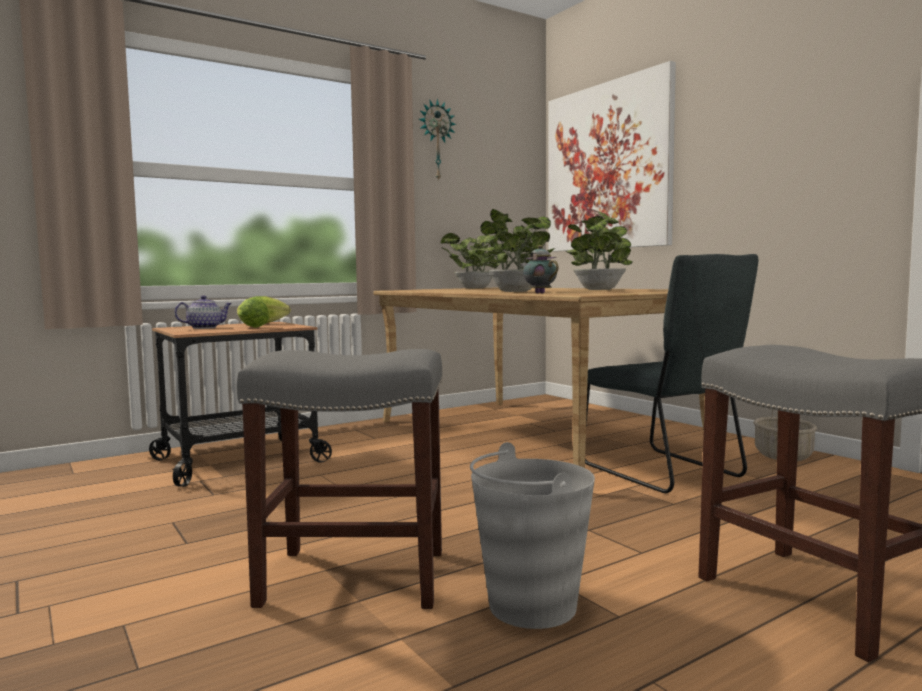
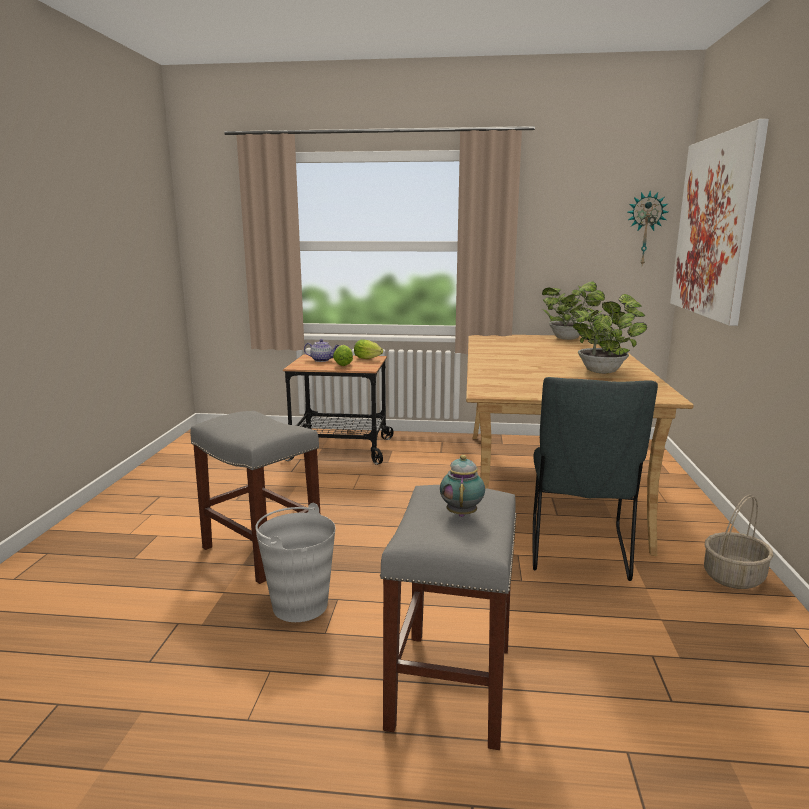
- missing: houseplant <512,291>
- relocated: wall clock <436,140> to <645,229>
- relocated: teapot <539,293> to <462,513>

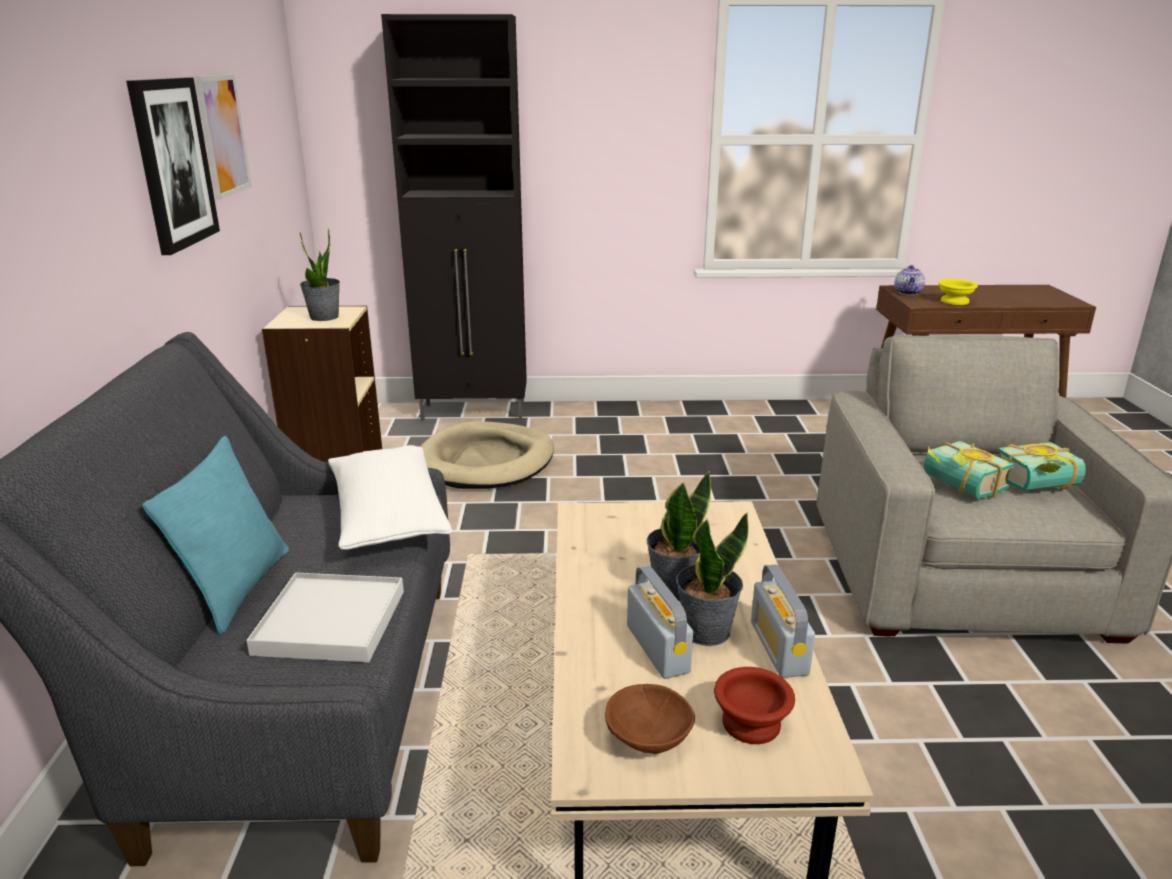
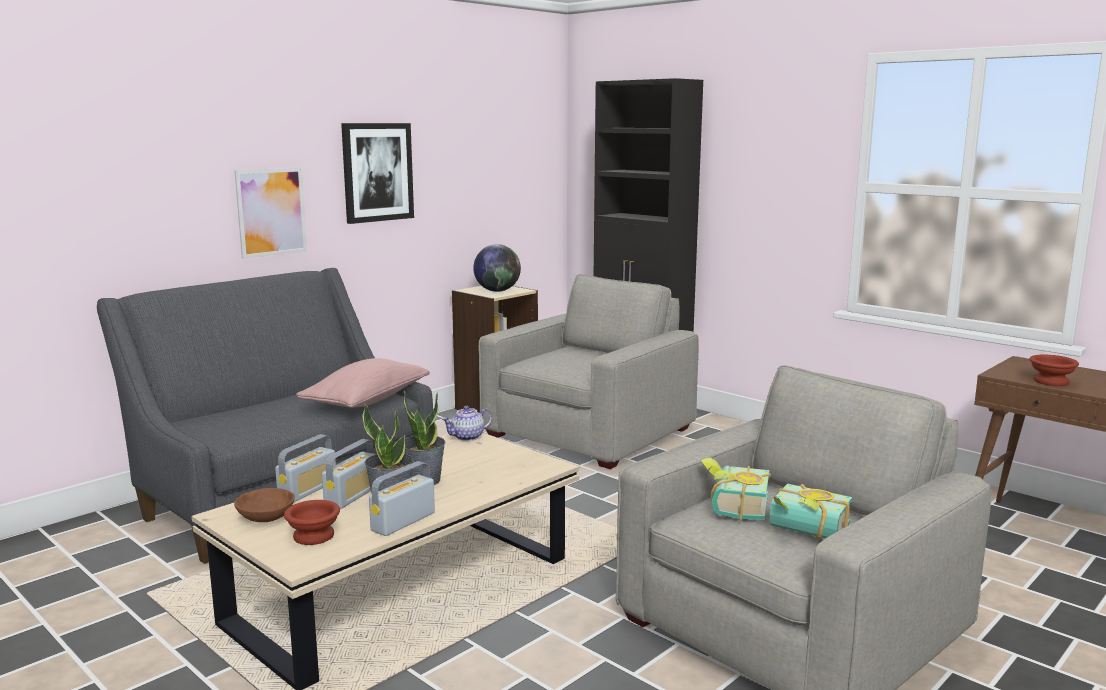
- missing: turquoise throw pillow <238,588>
- missing: white tray <331,622>
- appeared: radio receiver <308,490>
- relocated: picture <224,135> to <271,212>
- relocated: teapot <908,293> to <467,437>
- exchanged: houseplant <324,317> to globe <497,291>
- exchanged: sand-coloured pet bed <486,461> to greyish easy chair <588,432>
- colour: white throw pillow <388,518> to pink throw pillow <366,401>
- colour: yellow-coloured bowl <954,302> to brownish bowl <1049,381>

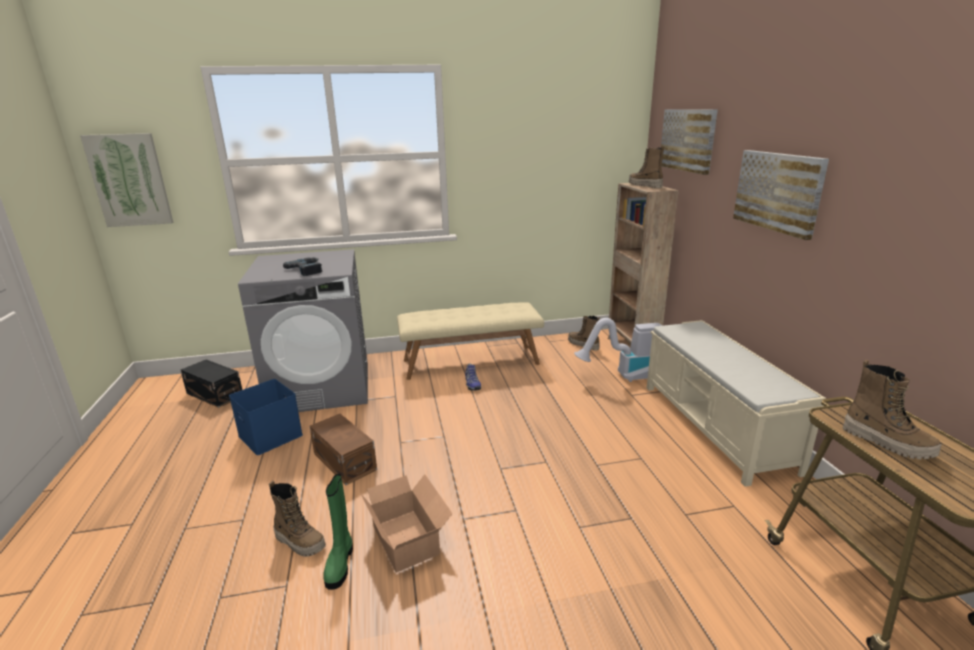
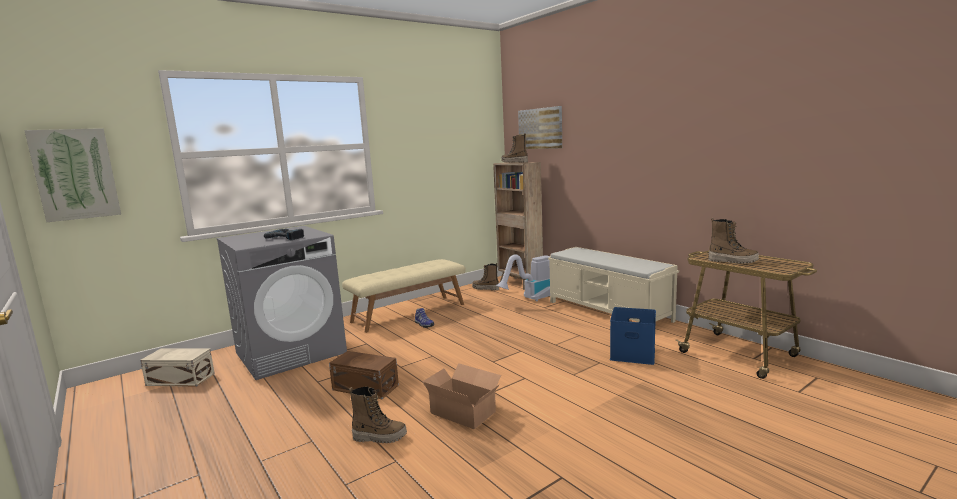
- missing: green tall boot <340,563>
- missing: picture <778,192>
- relocated: bluish storage bin <272,435> to <633,353>
- colour: black-coloured storage bin <215,394> to sand-coloured storage bin <180,379>

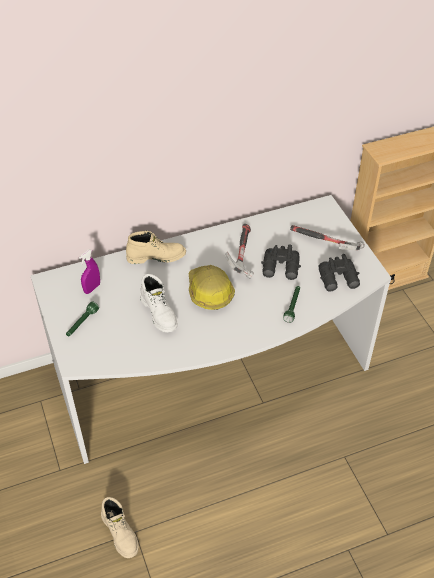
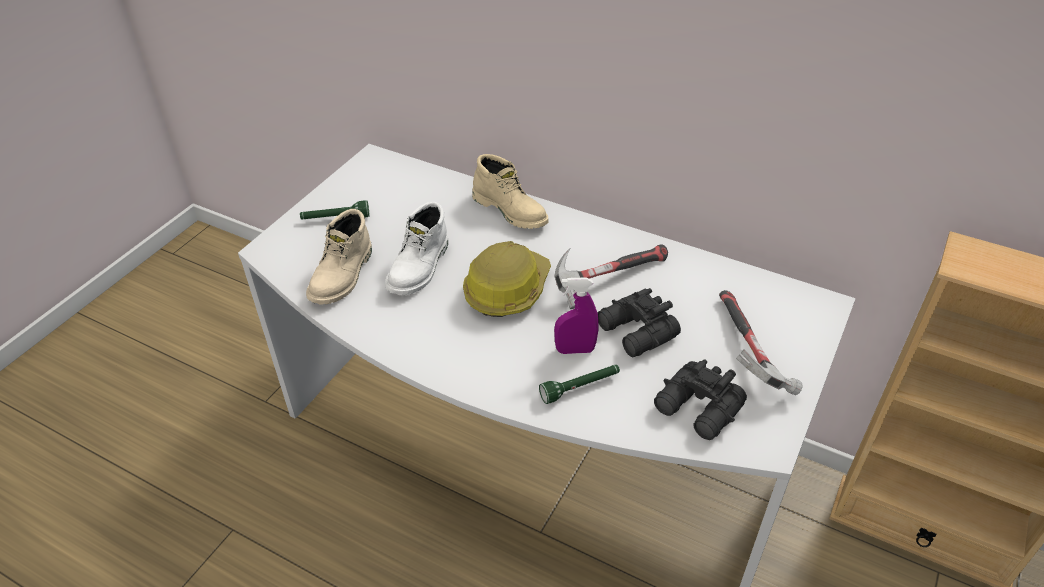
- relocated: purple hand sprayer <92,288> to <575,350>
- relocated: sand-coloured tall boot <121,532> to <343,276>

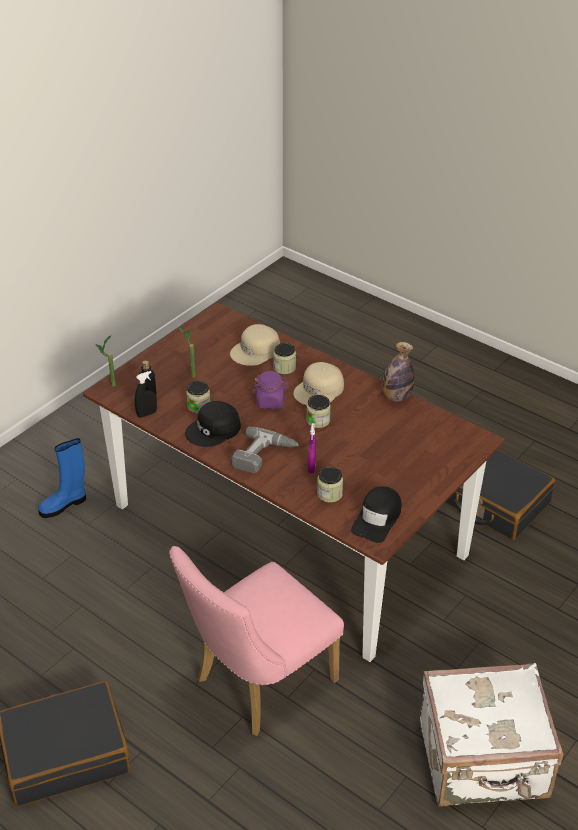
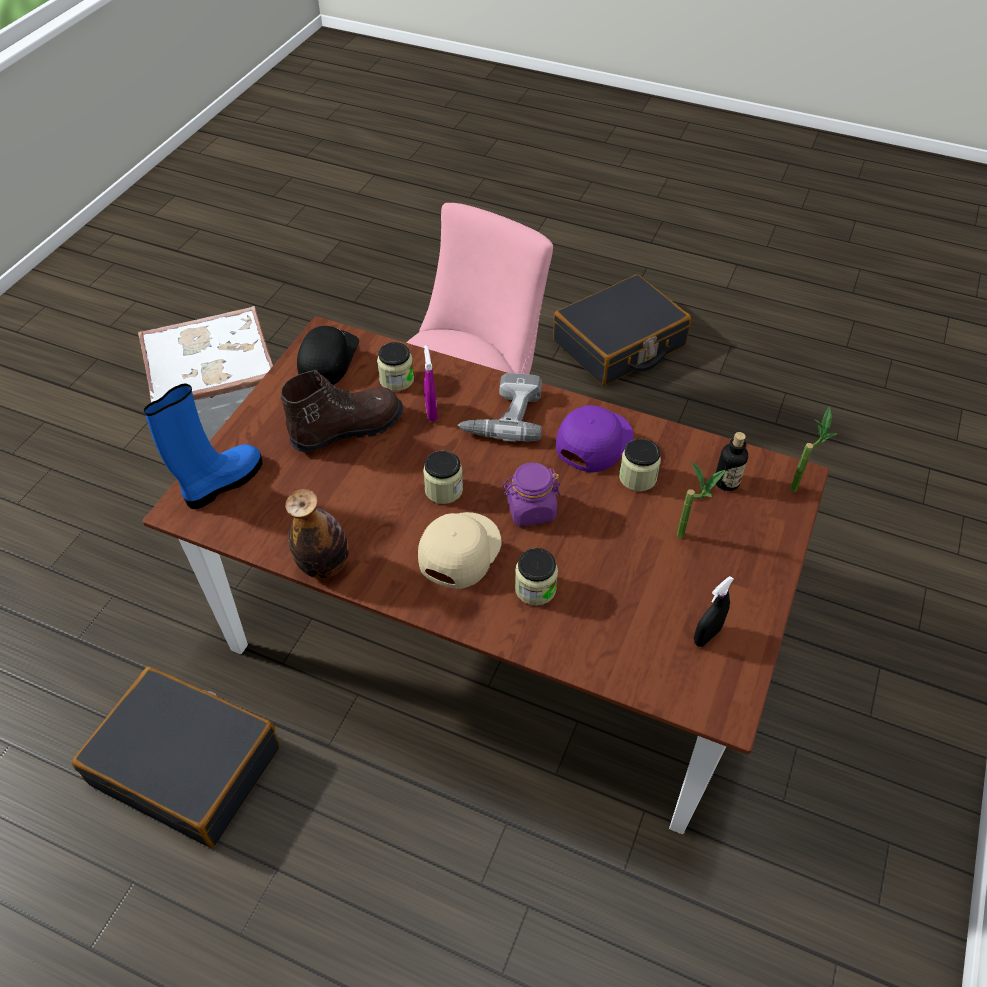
- missing: sand-coloured baseball cap <256,351>
- appeared: brownish tall boot <346,428>
- relocated: bluish tall boot <64,505> to <222,483>
- relocated: black-coloured hand sprayer <146,414> to <707,635>
- colour: black-coloured baseball cap <214,430> to purple baseball cap <593,441>

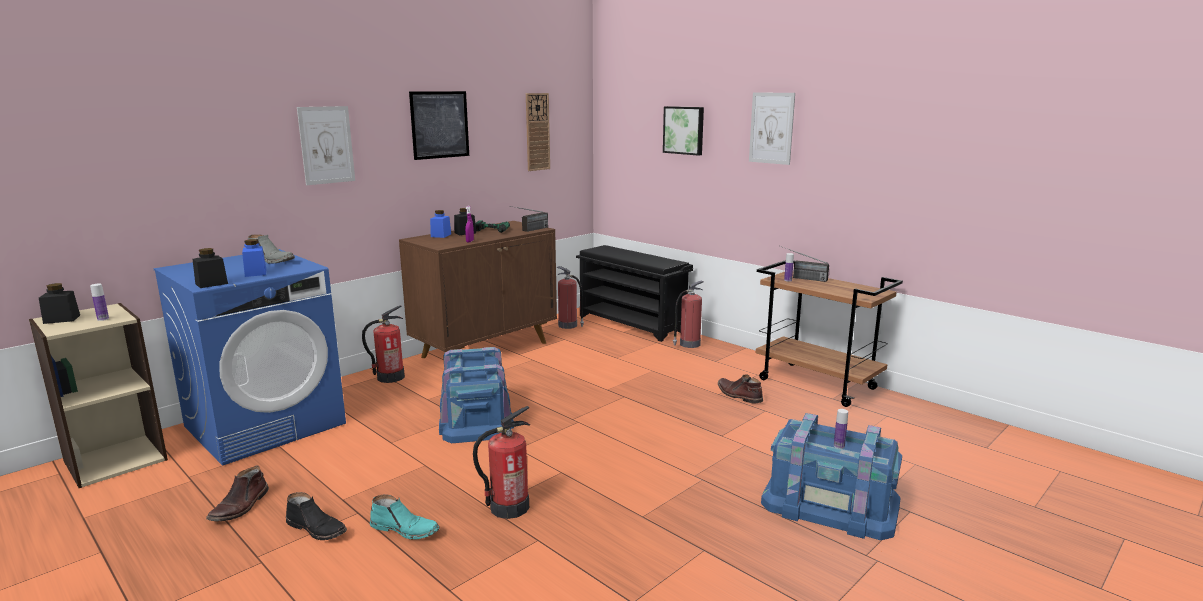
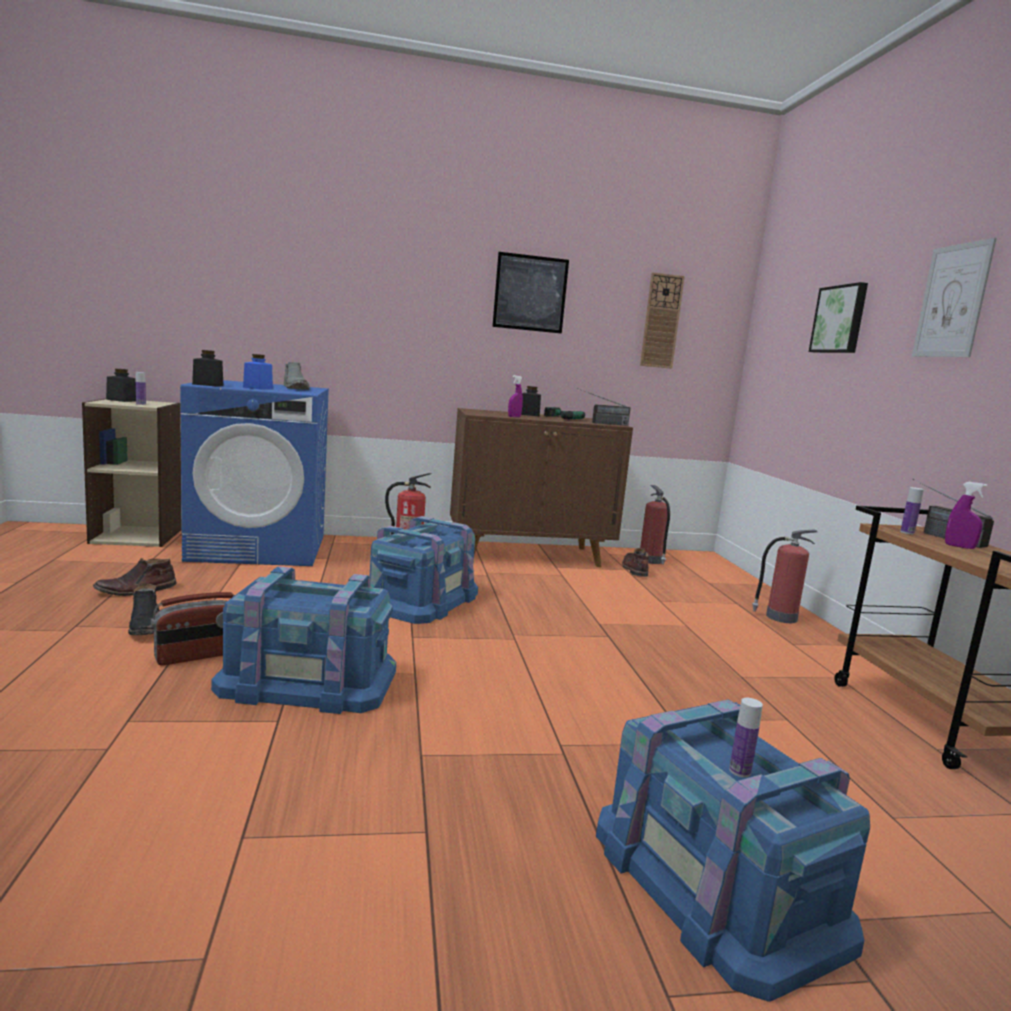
- missing: picture <326,145>
- missing: bluish preserve jar <441,235>
- missing: black-coloured shoe rack <632,324>
- appeared: purple hand sprayer <959,546>
- relocated: brownish tall boot <738,395> to <634,569>
- exchanged: turquoise tall boot <405,529> to radio receiver <198,656>
- exchanged: fire extinguisher <508,507> to bluish storage bin <308,680>

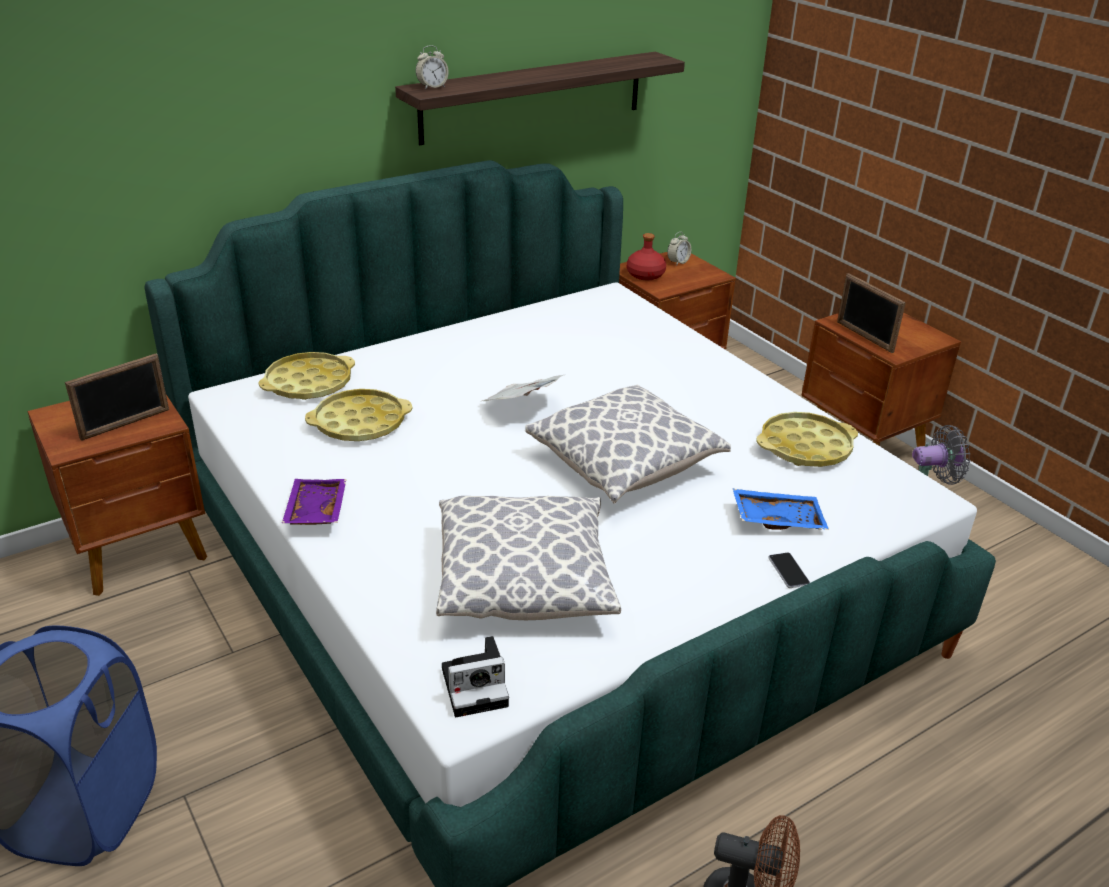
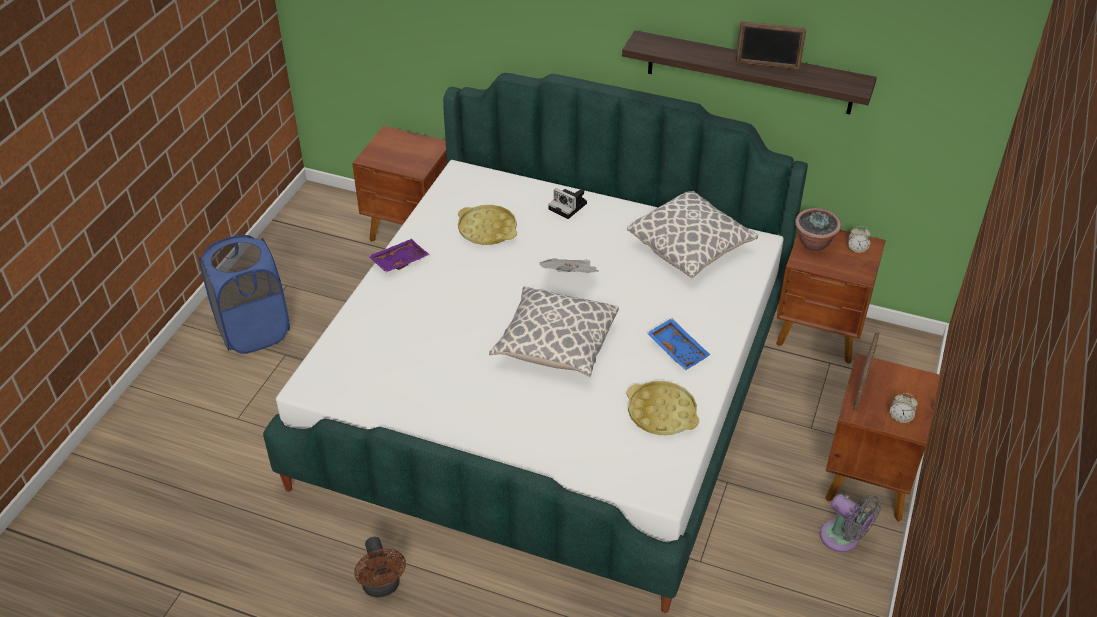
- missing: yellow-coloured tray <308,383>
- missing: phone <788,571>
- relocated: standing frame <125,424> to <767,66>
- relocated: table clock <432,87> to <900,417>
- relocated: throw pillow <523,581> to <690,248>
- relocated: photo camera <477,686> to <569,207>
- relocated: bluish tray <777,518> to <678,349>
- exchanged: red drink bottle <646,275> to houseplant <814,244>

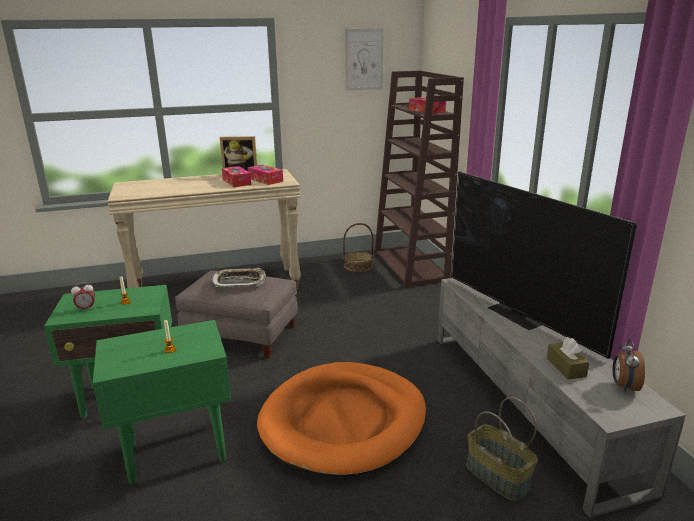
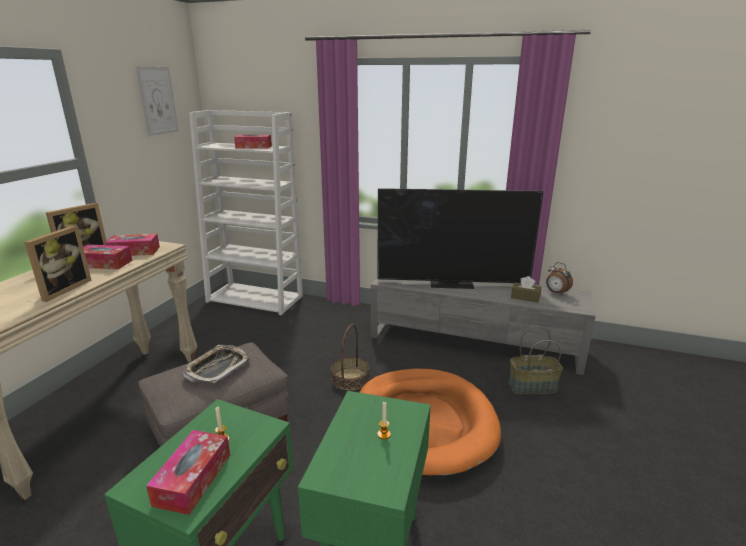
- appeared: standing frame <62,289>
- relocated: storage basket <358,266> to <350,379>
- exchanged: table clock <86,309> to box of tissues <193,479>
- colour: brownish bookcase <411,266> to white bookcase <256,298>

